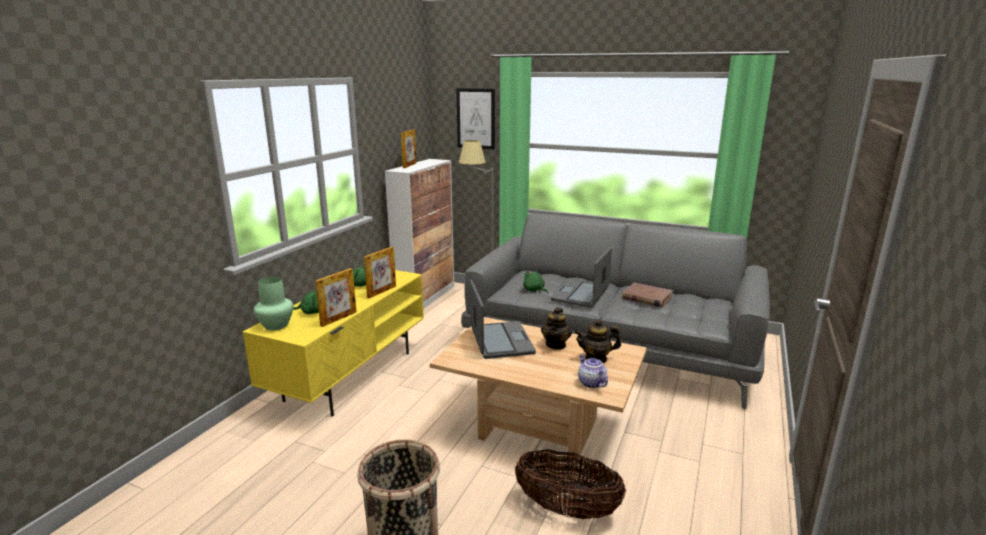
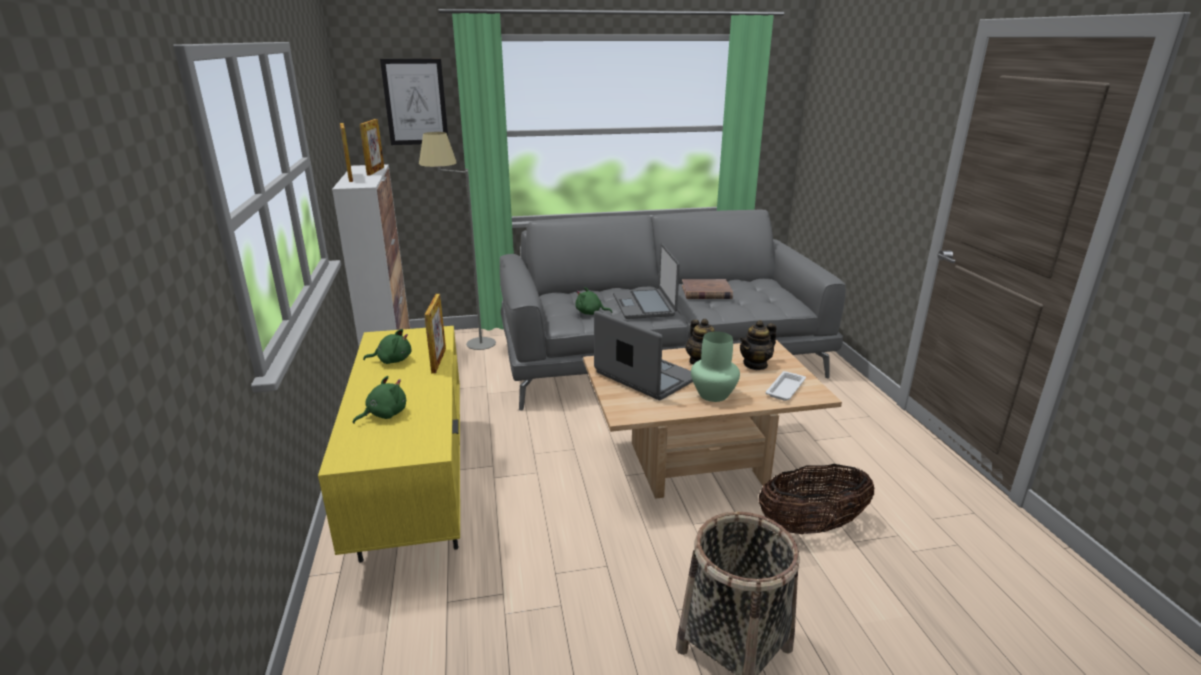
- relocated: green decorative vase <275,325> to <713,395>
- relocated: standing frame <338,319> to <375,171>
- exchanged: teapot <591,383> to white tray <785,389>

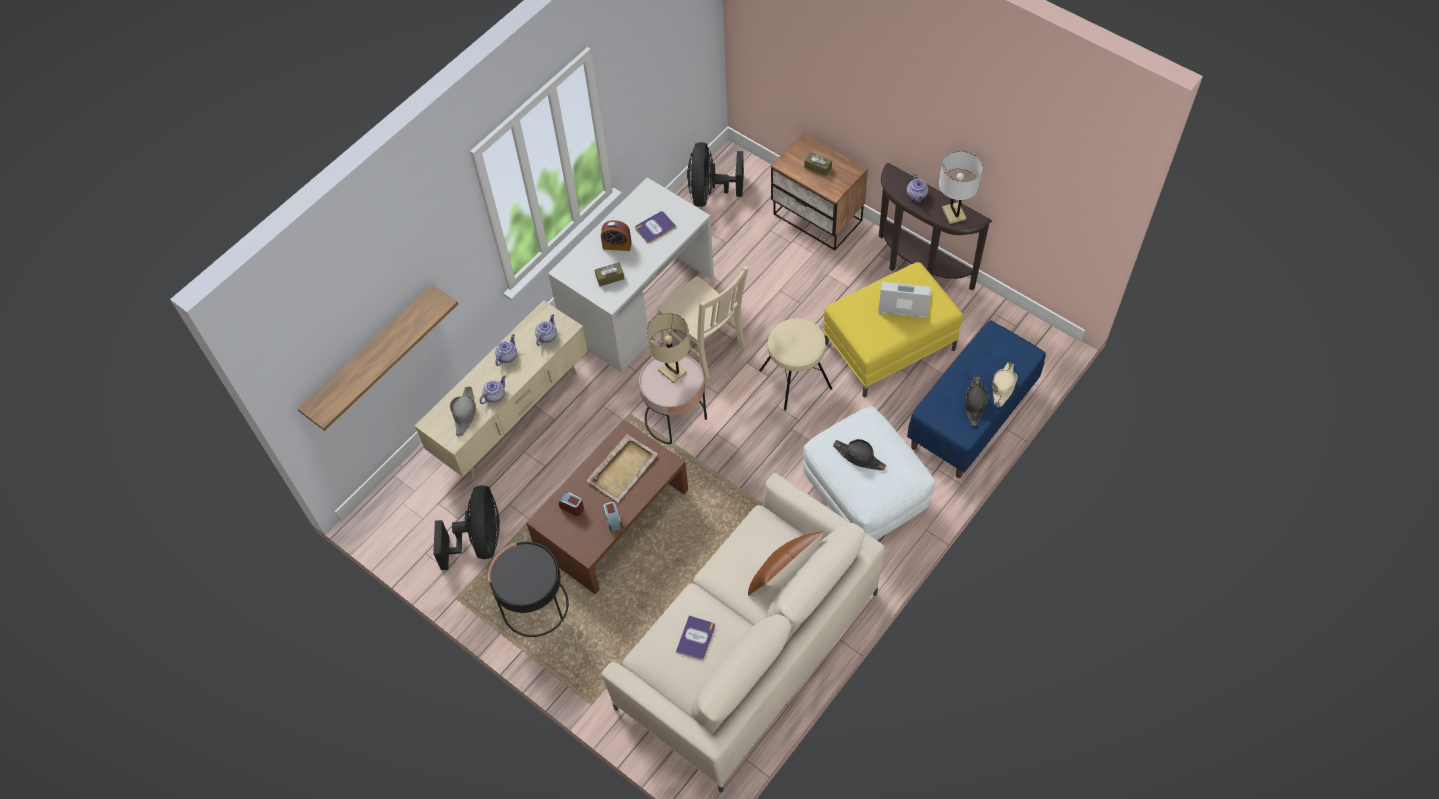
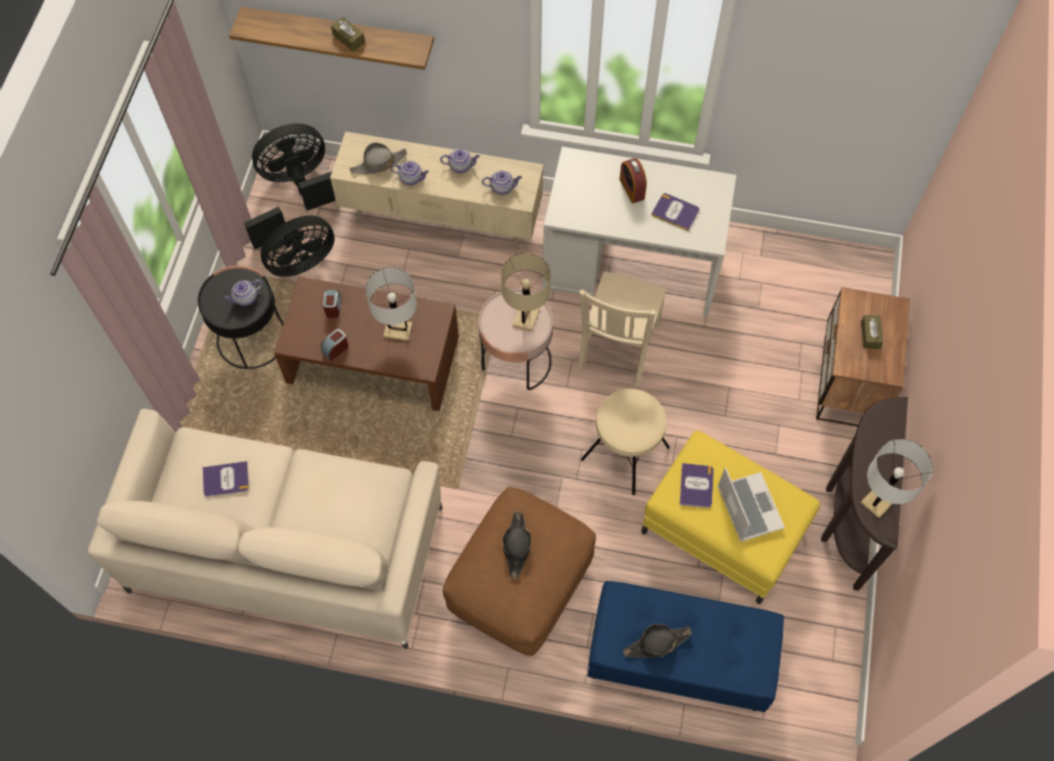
- missing: brownish throw pillow <784,578>
- missing: sand-coloured wearable hat <1003,386>
- appeared: volume <696,486>
- relocated: brownish box of tissues <610,277> to <349,39>
- relocated: black-coloured electric fan <710,193> to <300,181>
- relocated: teapot <917,195> to <245,298>
- exchanged: sand-coloured tray <623,468> to white tabletop lamp <398,330>
- colour: white pouffe <864,494> to brownish pouffe <520,584>

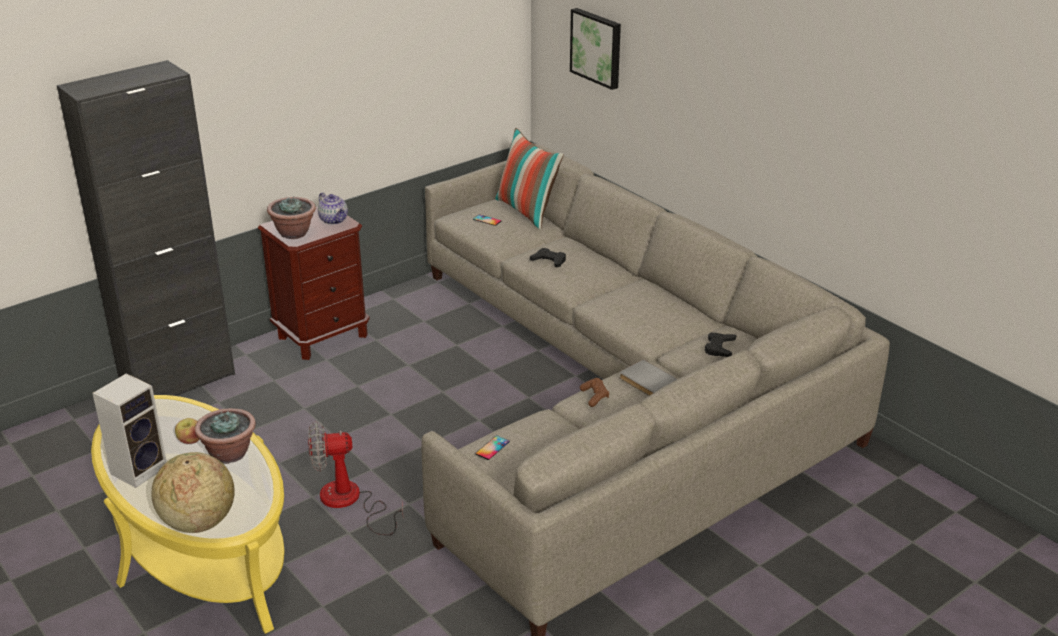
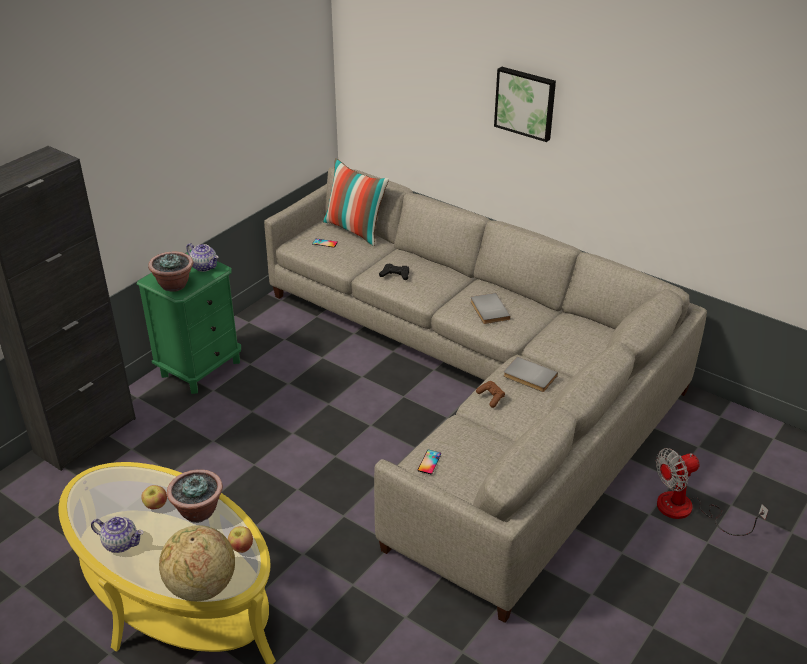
- missing: black-coloured game controller <719,348>
- appeared: apple fruit <241,547>
- appeared: greyish volume <488,310>
- relocated: electric fan <350,502> to <688,510>
- relocated: picture <597,47> to <525,103>
- exchanged: audio speaker <140,469> to teapot <121,543>
- colour: brownish nightstand <323,336> to green nightstand <201,368>

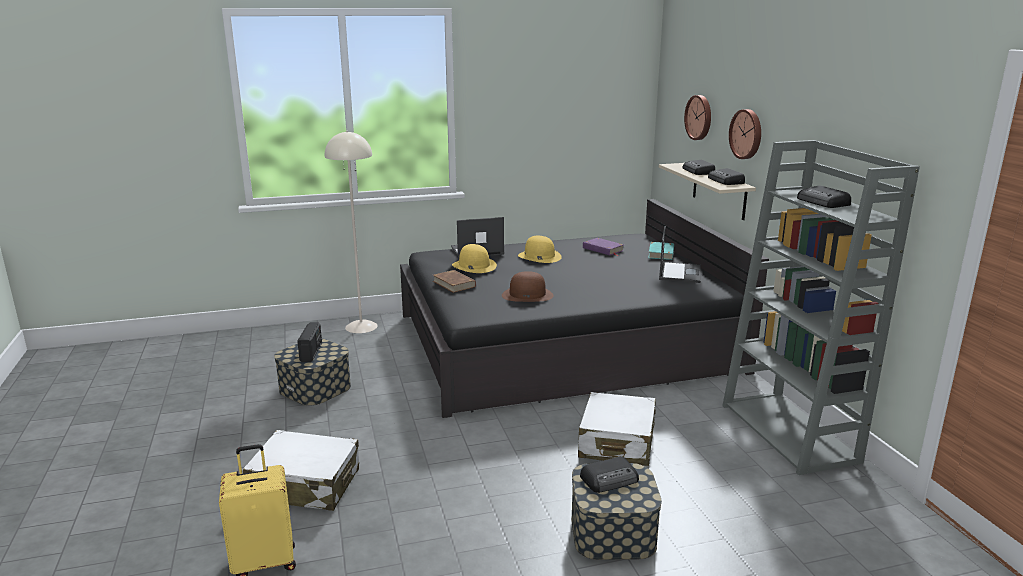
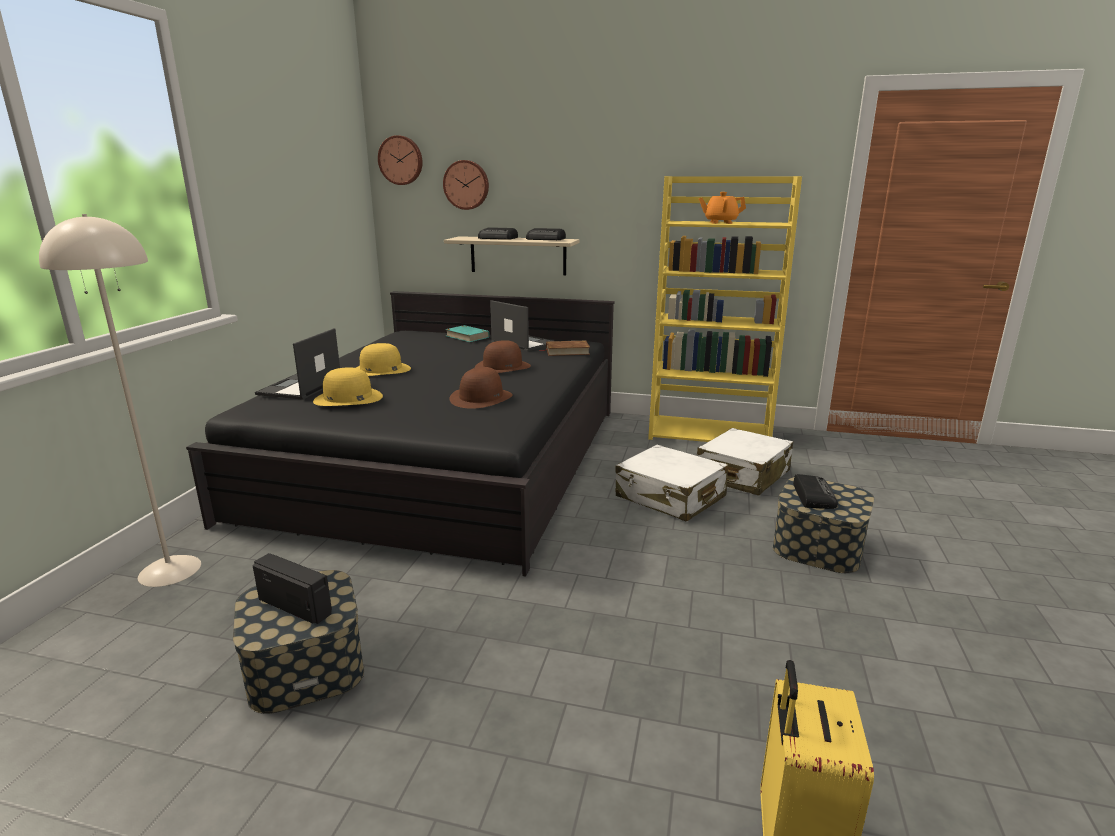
- missing: purple volume <603,249>
- appeared: brownish wearable hat <502,367>
- relocated: white travel case <305,485> to <742,475>
- relocated: brownish volume <454,284> to <567,351>
- relocated: wall clock <747,134> to <401,160>
- exchanged: radio receiver <823,202> to orange-coloured teapot <720,222>
- colour: greyish bookcase <790,433> to yellow-coloured bookcase <710,433>

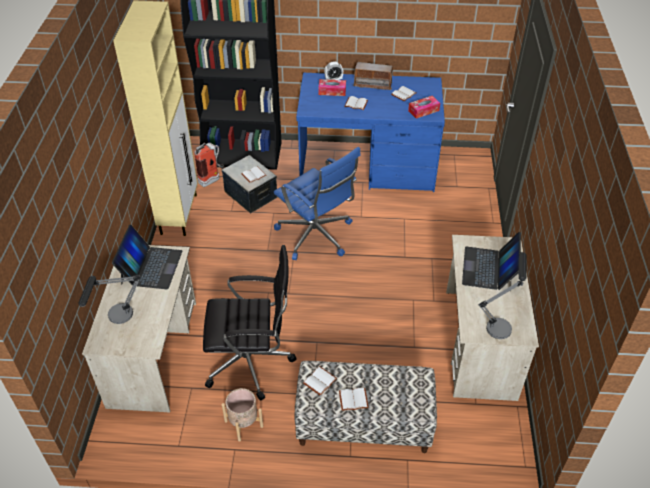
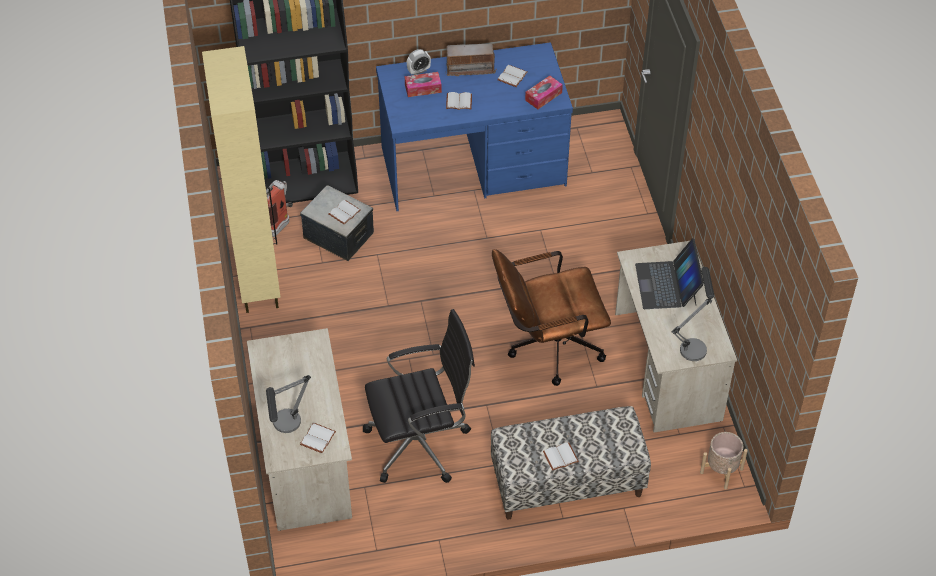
- missing: notebook computer <151,267>
- missing: bluish desk chair <316,236>
- appeared: brownish desk chair <547,347>
- relocated: sand-coloured plant pot <244,423> to <721,470>
- relocated: white volume <319,380> to <317,438>

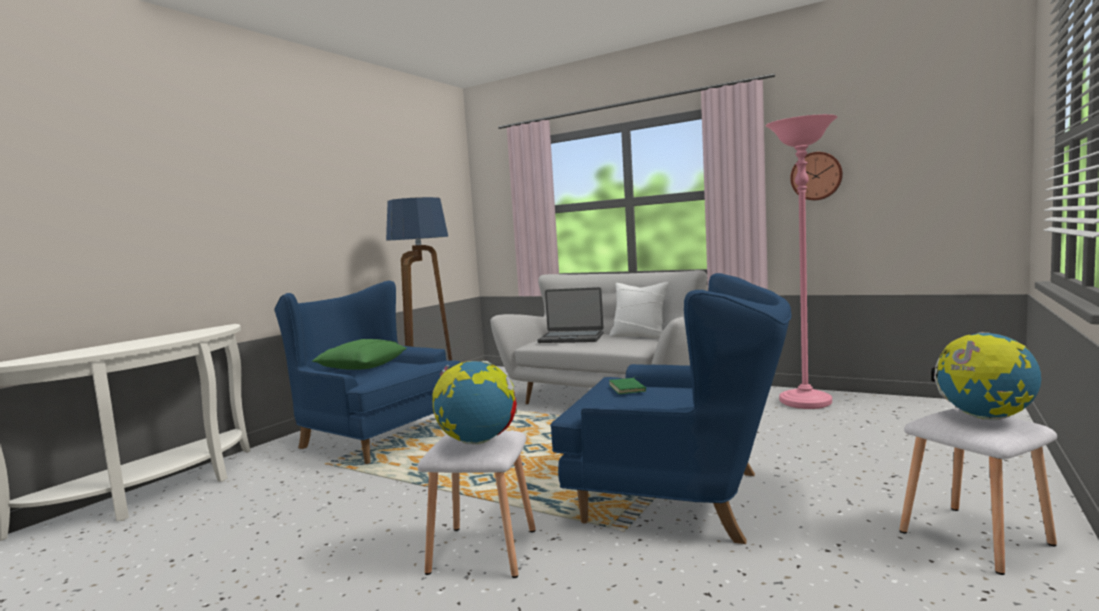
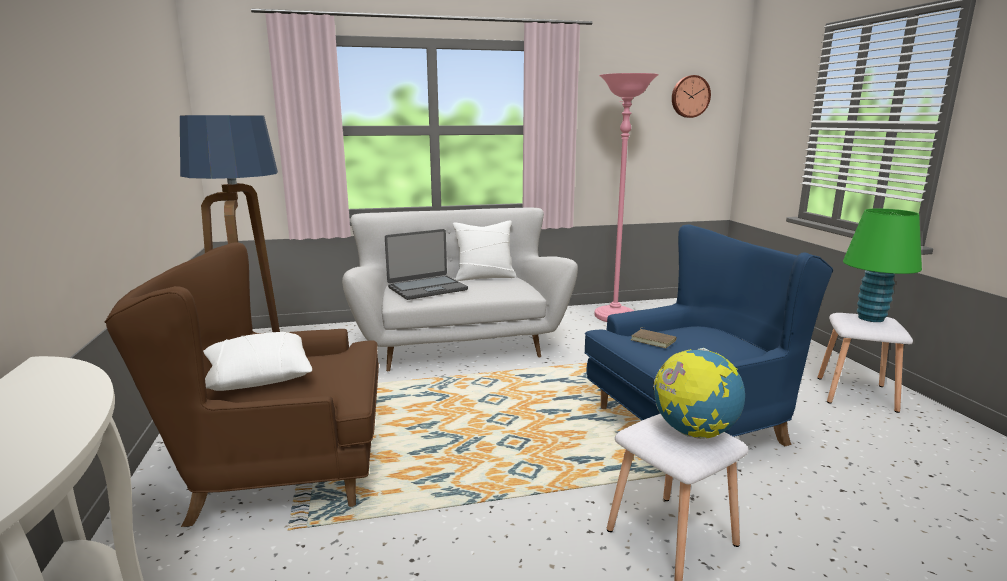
- relocated: wall clock <816,176> to <689,96>
- exchanged: globe <984,417> to green tabletop lamp <870,318>
- colour: bluish easy chair <374,437> to brownish easy chair <279,468>
- colour: green throw pillow <362,367> to white throw pillow <258,377>
- colour: green volume <628,388> to brownish volume <654,340>

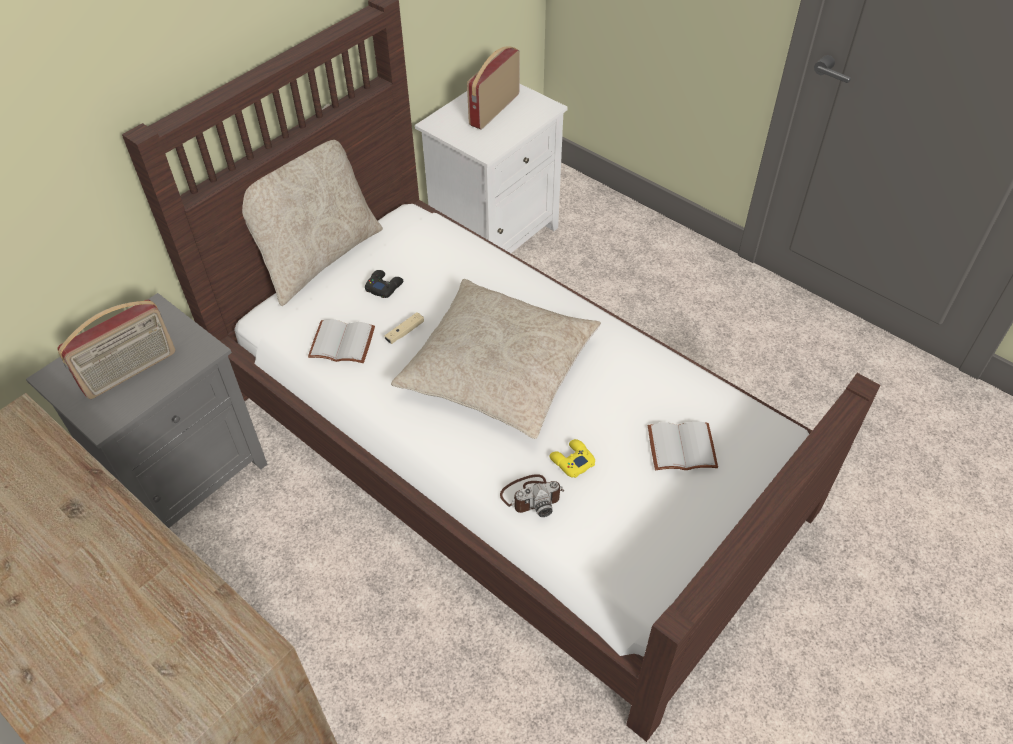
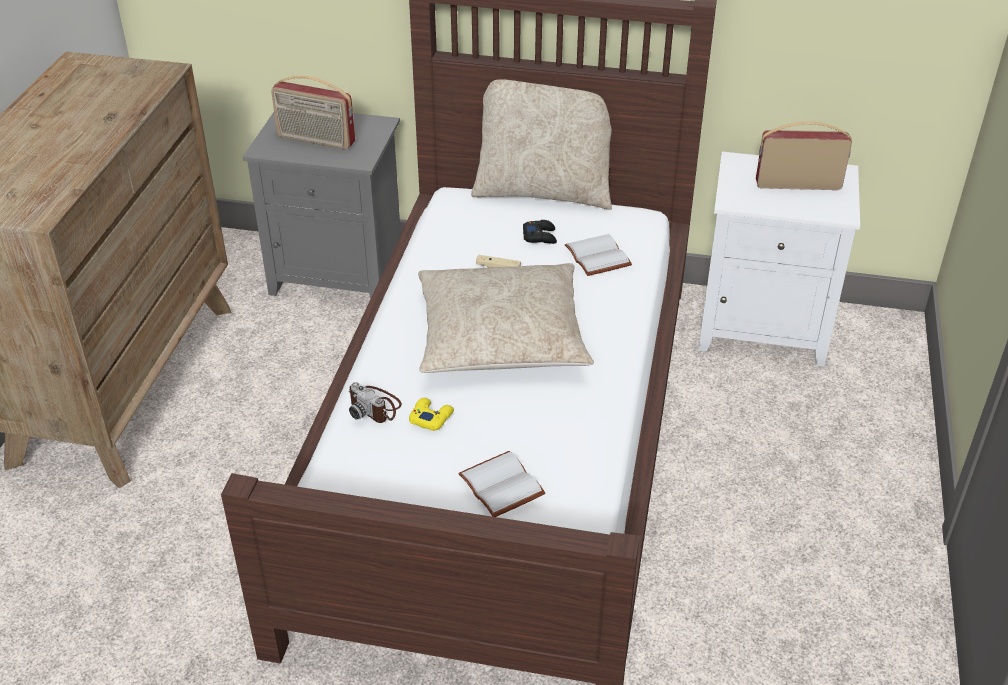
- relocated: white volume <343,342> to <599,256>

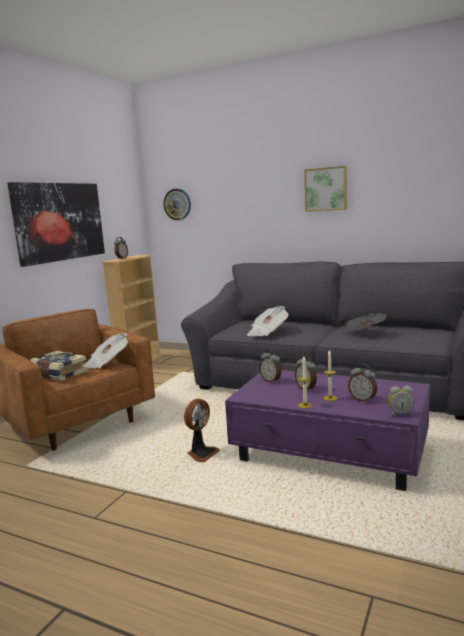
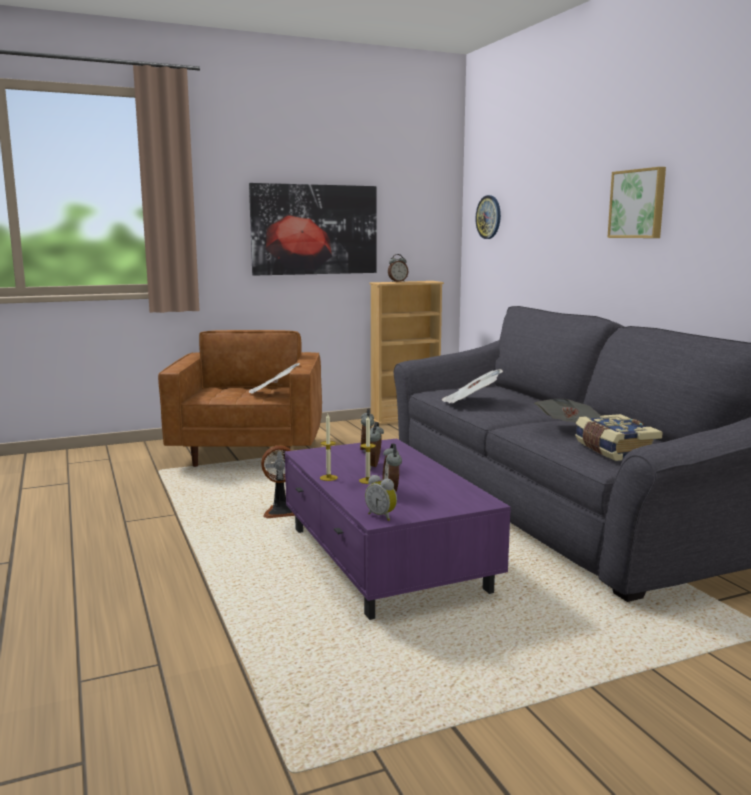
- relocated: volume <58,374> to <614,450>

